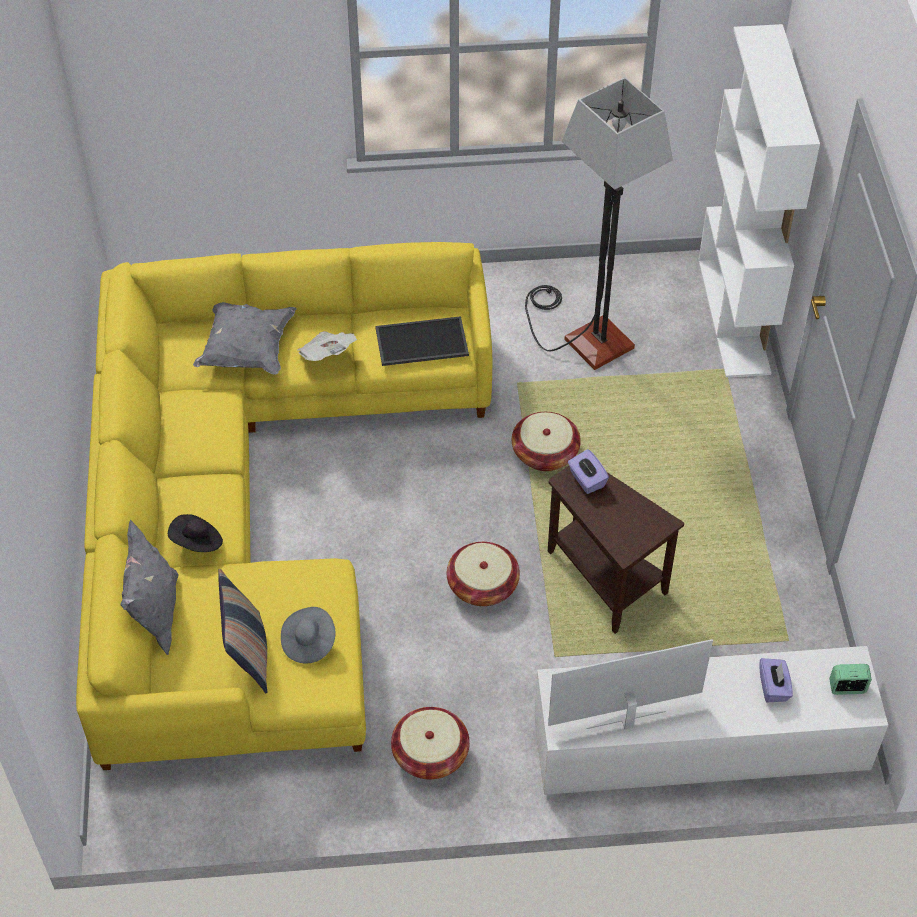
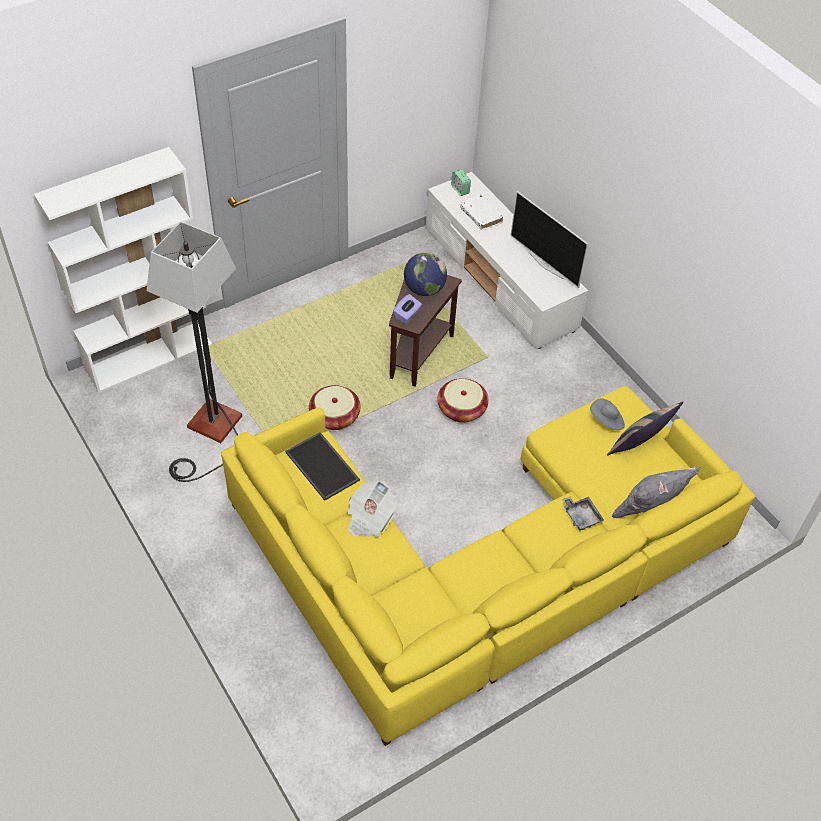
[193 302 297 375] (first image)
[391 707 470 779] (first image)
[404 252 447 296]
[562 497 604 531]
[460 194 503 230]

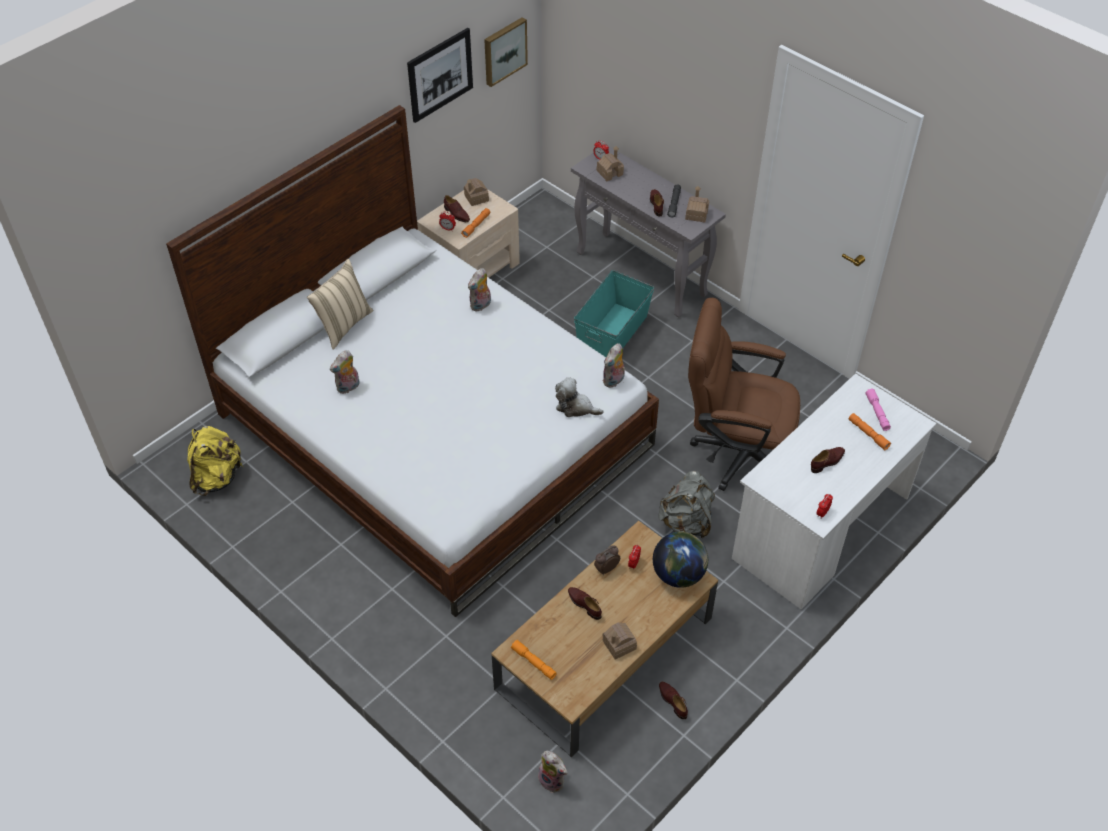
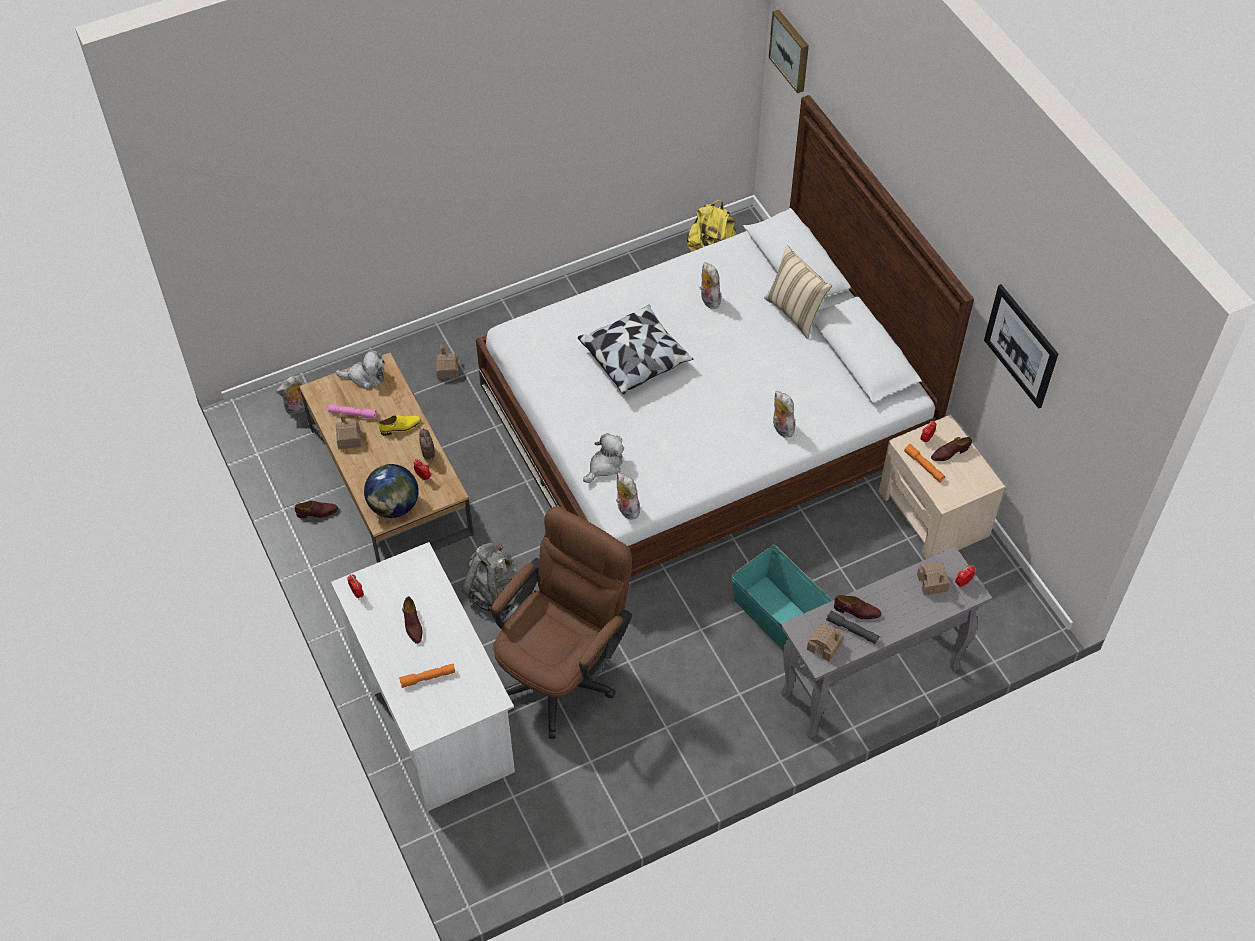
[578 305 694 394]
[436 344 459 379]
[769 10 809 93]
[328 404 377 419]
[336 350 385 389]
[379 415 421 436]

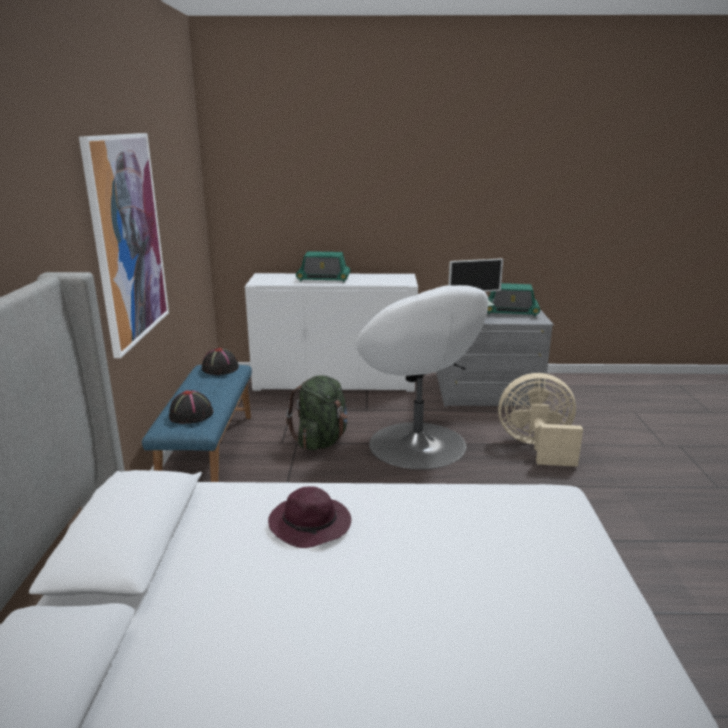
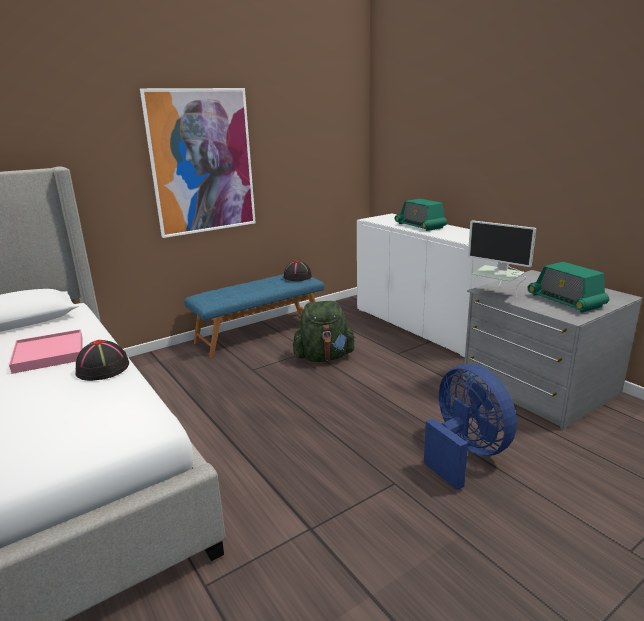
[356 285 488 469] (first image)
[75 340 129 381]
[9 329 82 374]
[424 364 517 490]

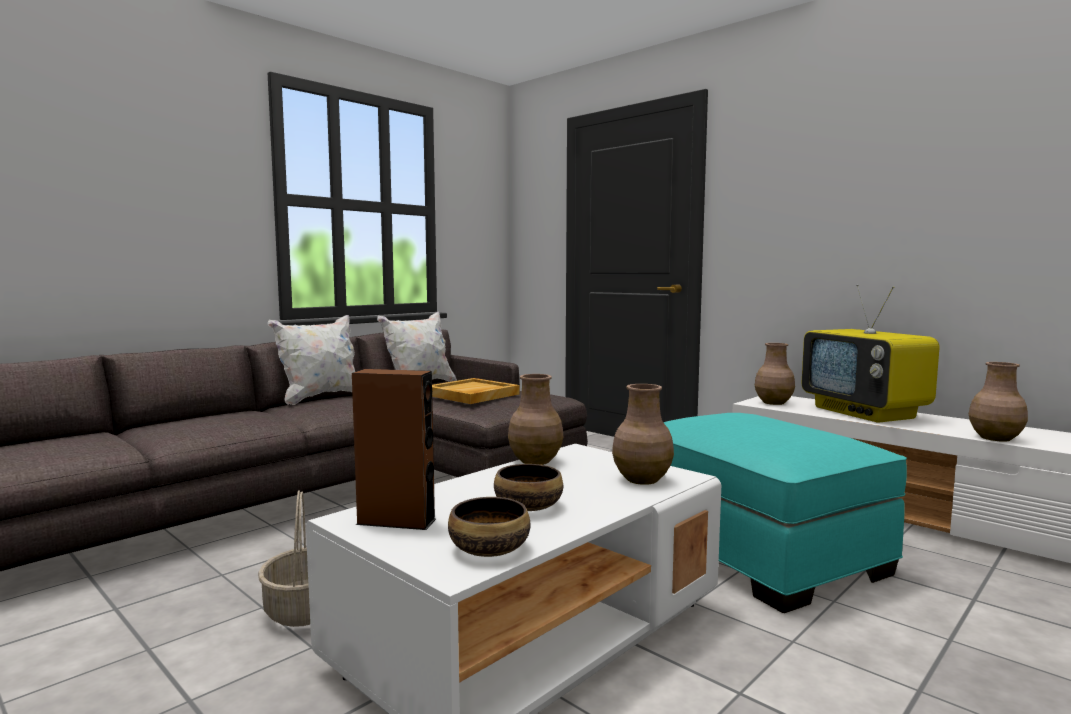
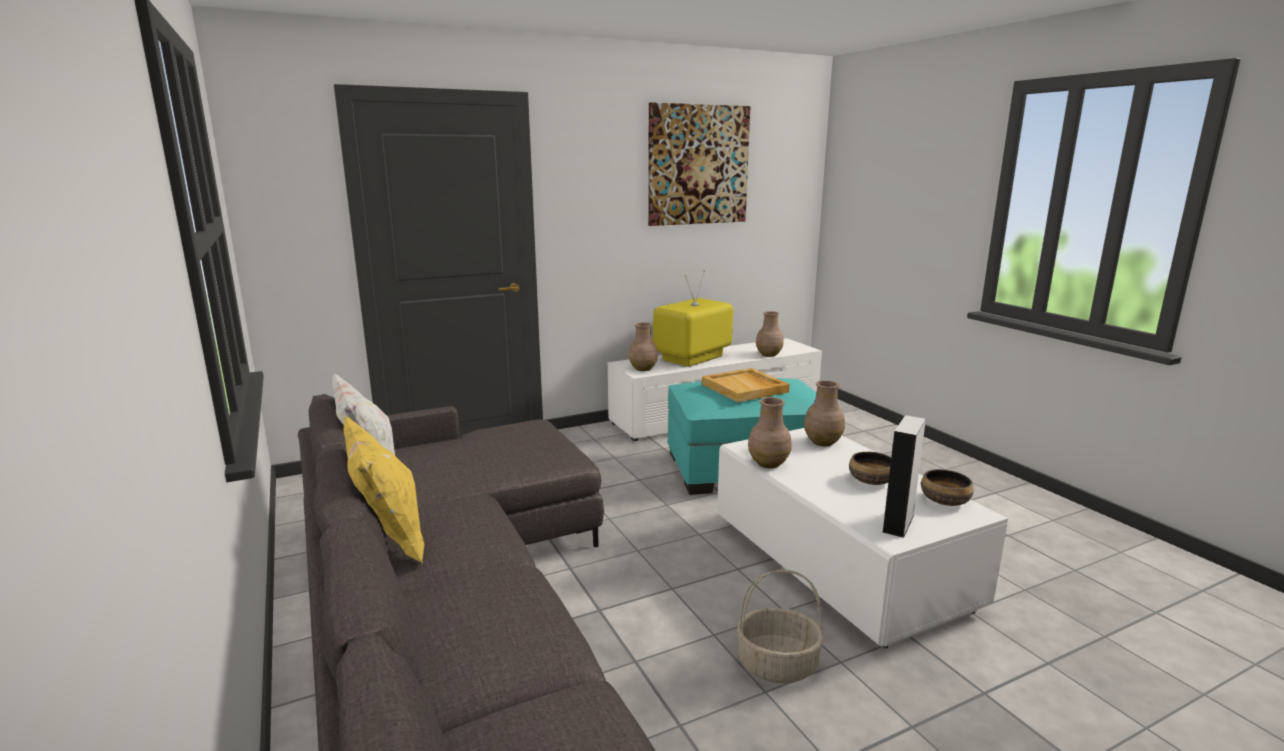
[648 102 750 226]
[702 368 790 402]
[344 416 424 563]
[882 415 926 538]
[653 270 733 367]

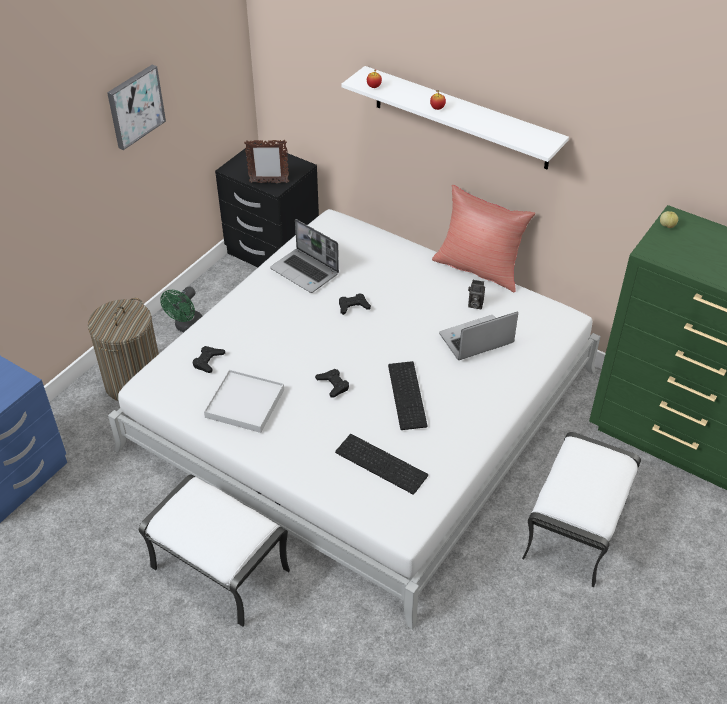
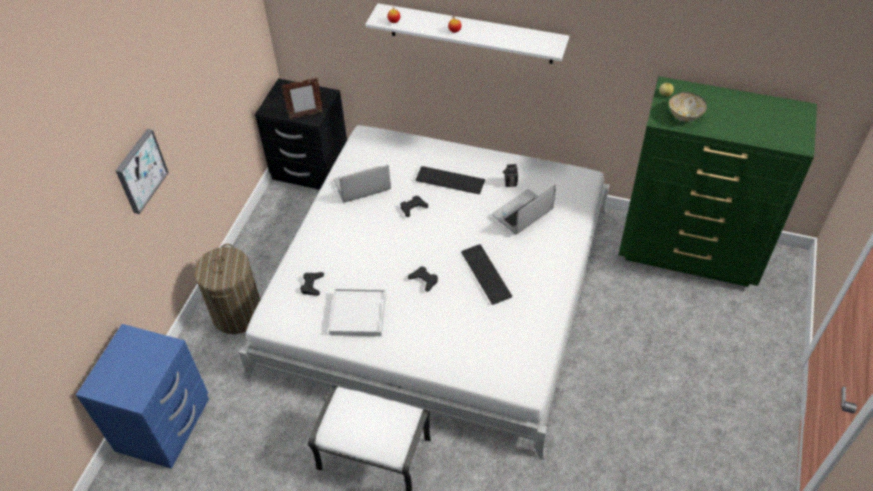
[160 286 202 332] (first image)
[432 185 535 292] (first image)
[522 432 641 587] (first image)
[669 92 707 122]
[116 129 169 214]
[416 166 485 194]
[334 165 391 202]

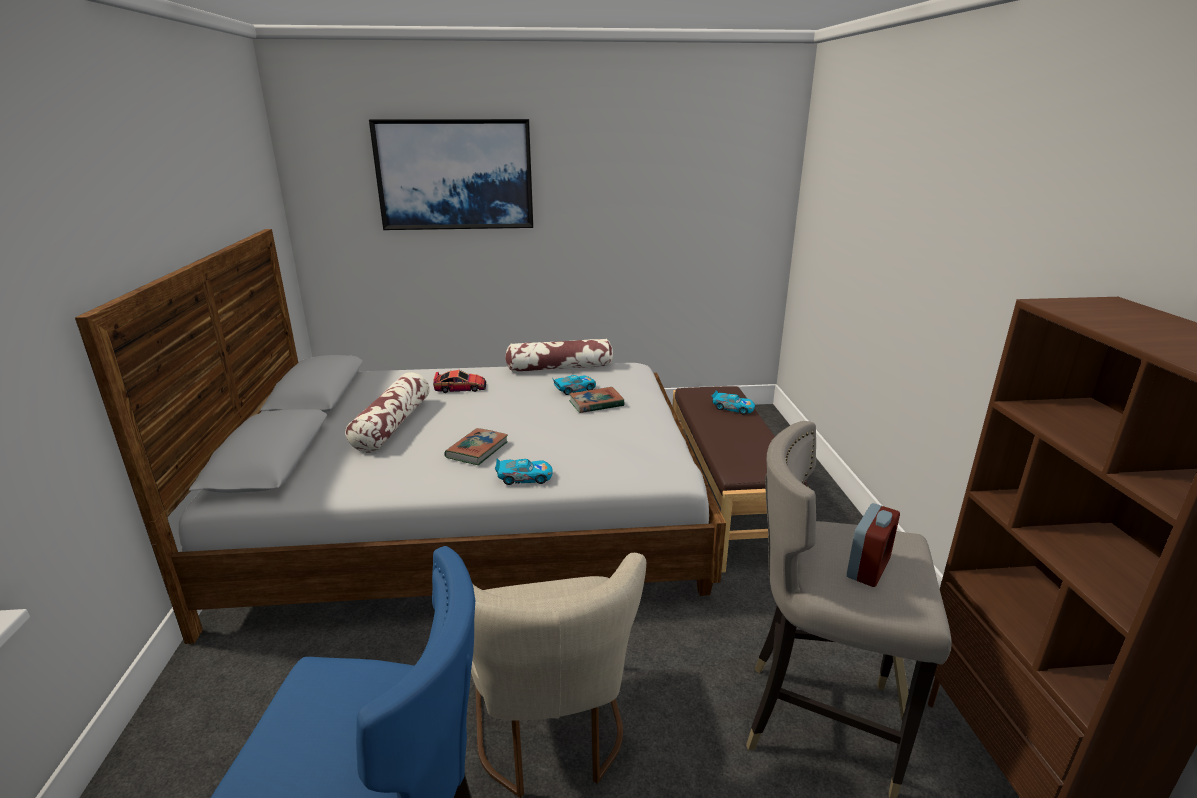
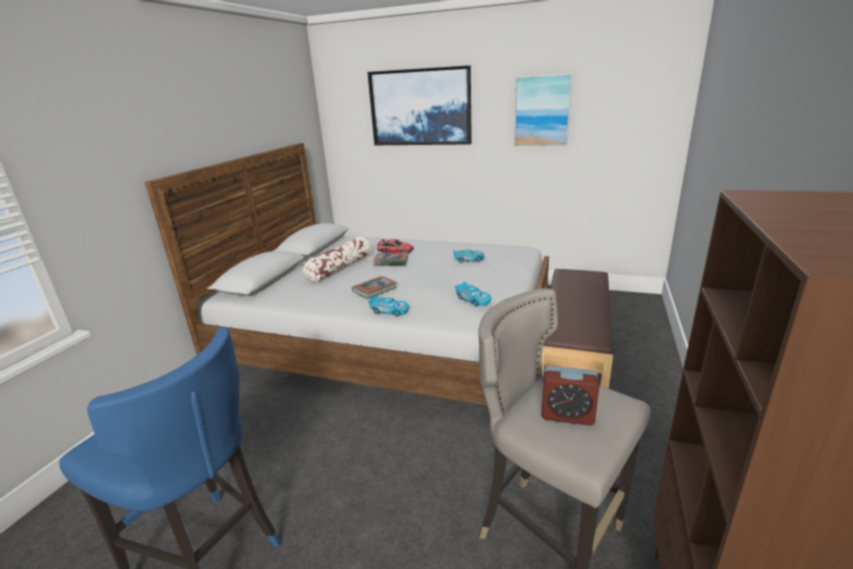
[471 553 646 798] (first image)
[505 339 613 372] (first image)
[514 73 573 146]
[373 252 408 266]
[455 282 491 307]
[542 366 599 426]

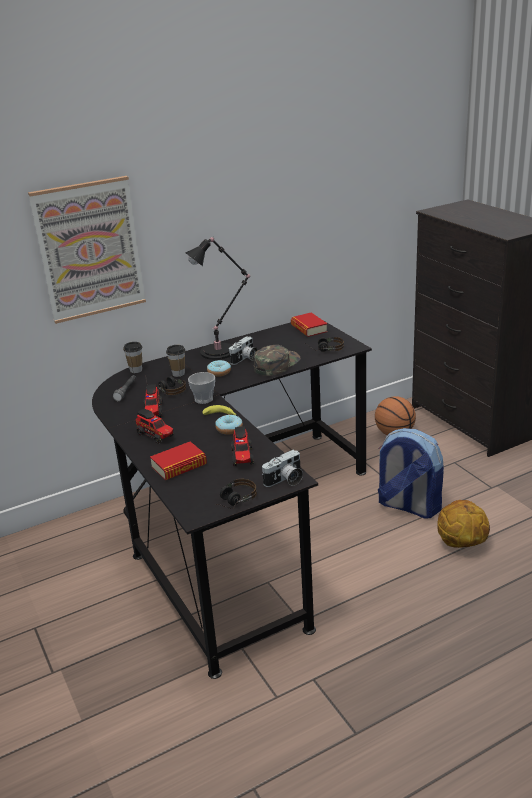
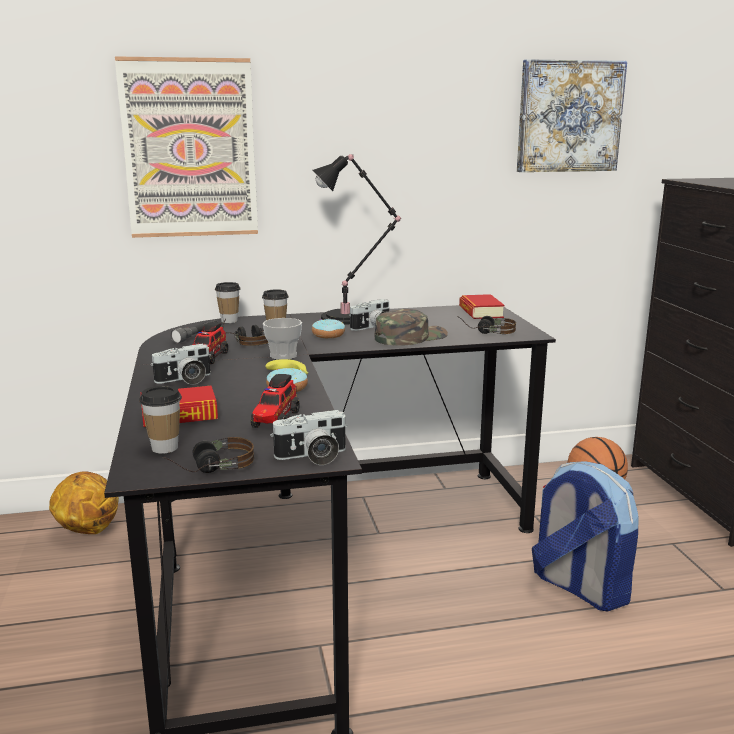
[139 386 182 454]
[517 59 627 172]
[49 471 119 534]
[150 344 211 385]

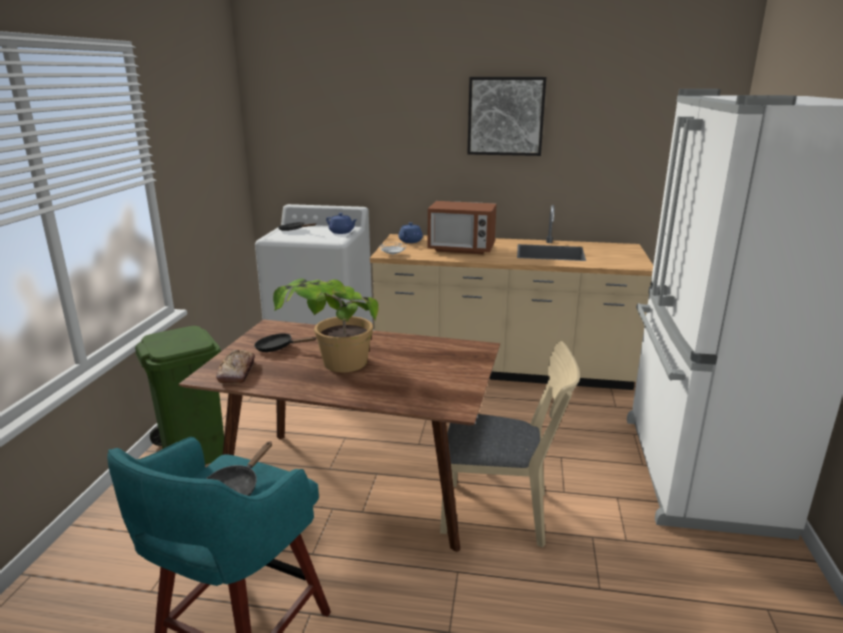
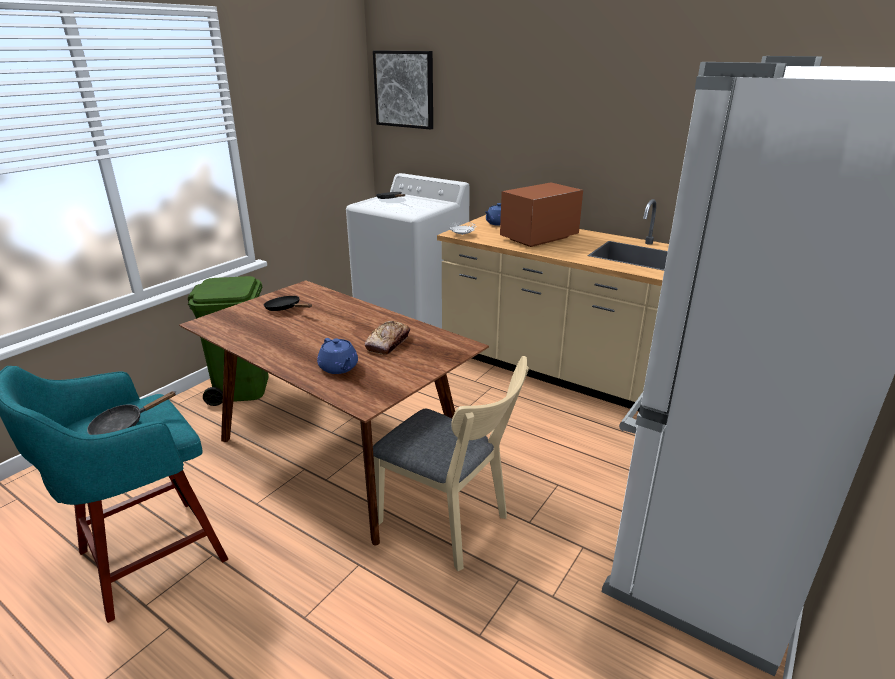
[273 278 379 372] (first image)
[365 321 410 355]
[317 338 358 374]
[373 51 433 129]
[500 183 583 247]

